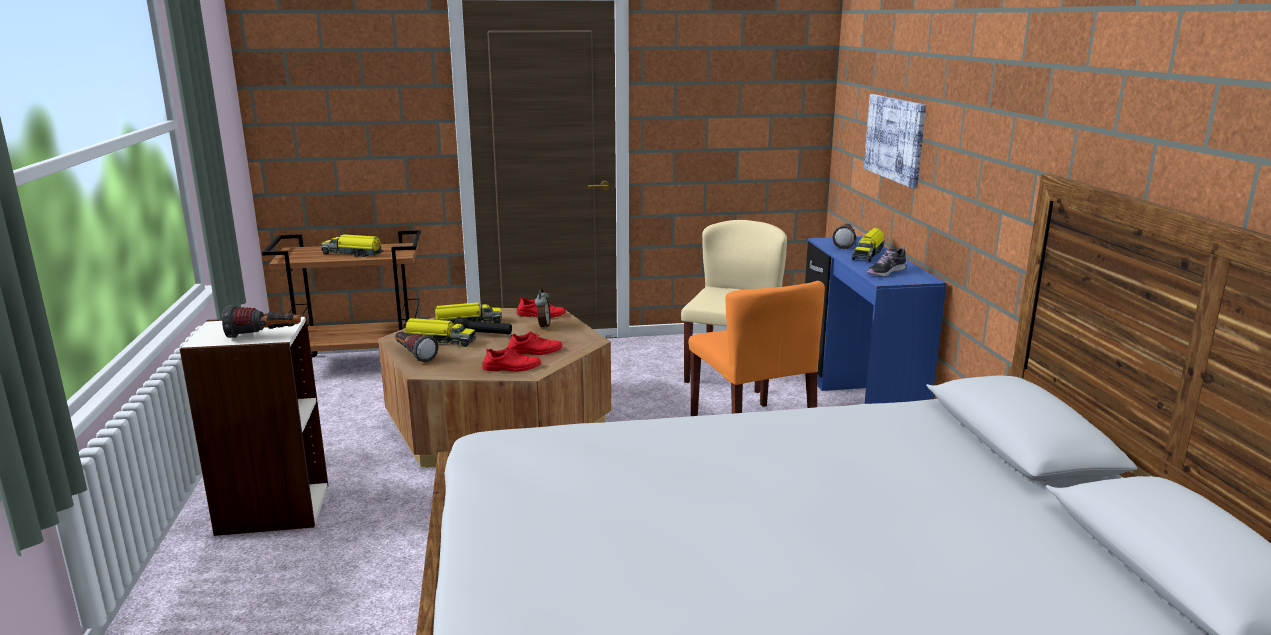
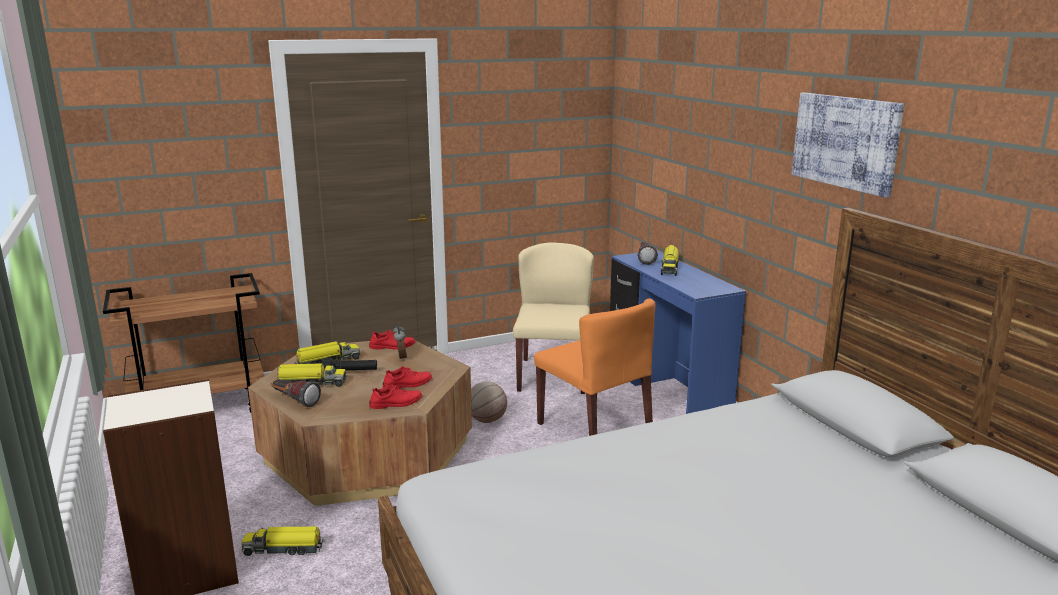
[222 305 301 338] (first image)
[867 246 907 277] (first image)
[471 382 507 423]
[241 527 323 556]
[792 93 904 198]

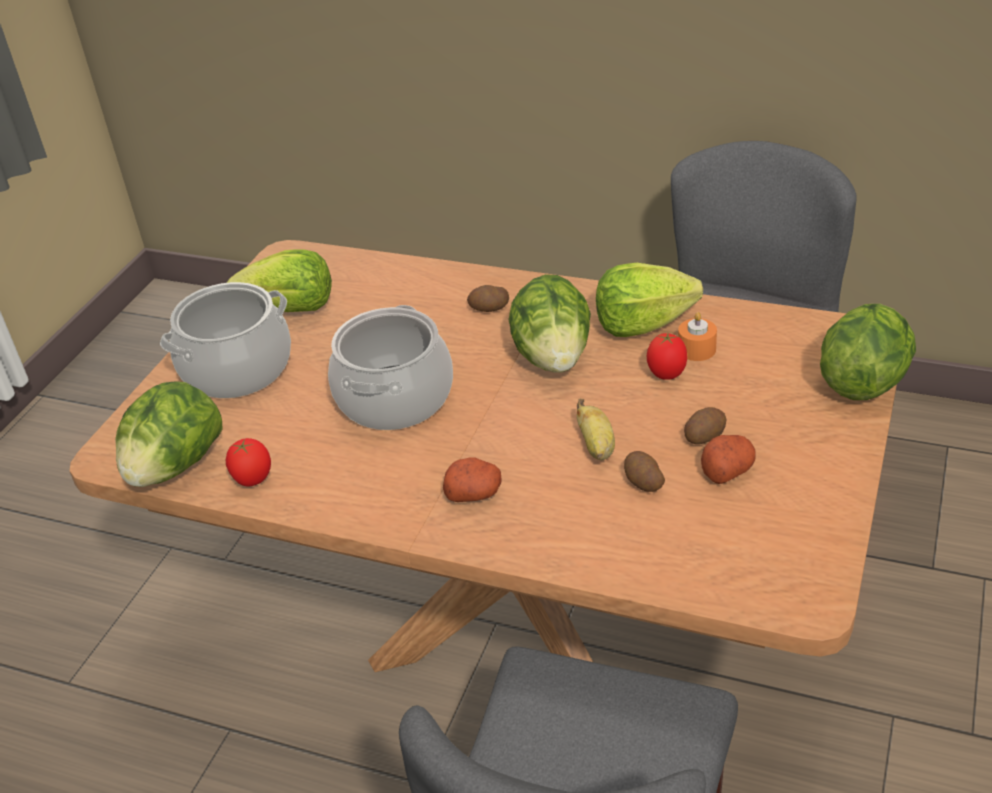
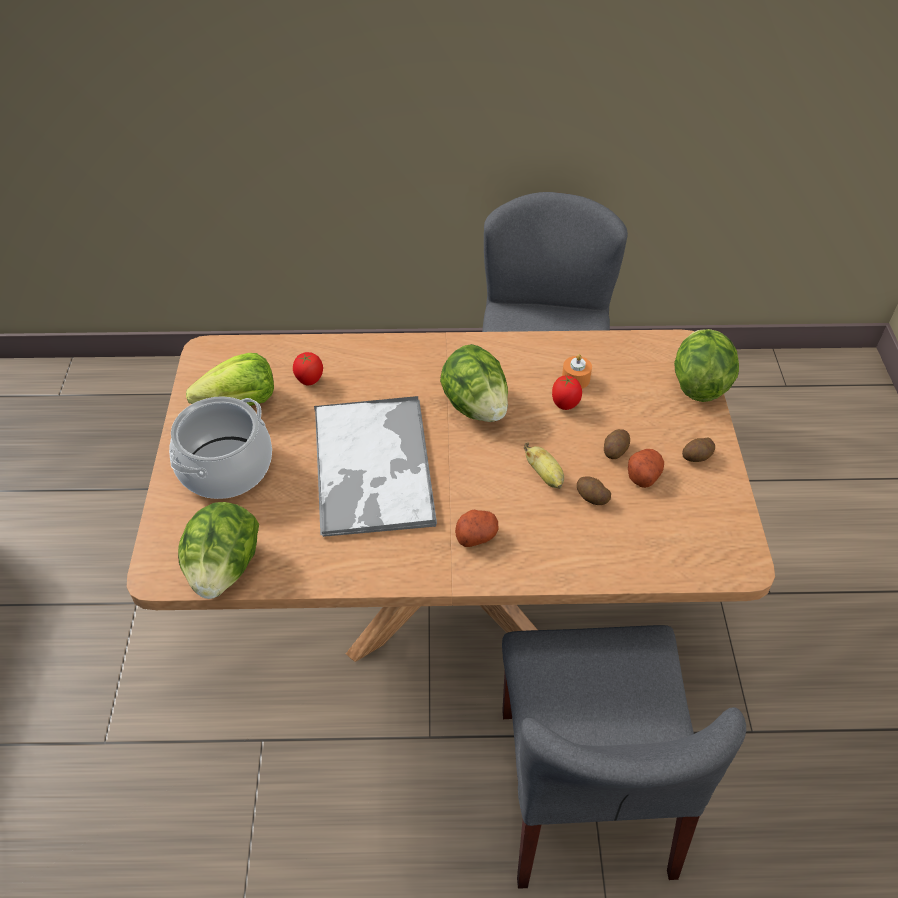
[596 263 703 337] (first image)
[293 352 323 385]
[682 437 715 462]
[314 396 437 537]

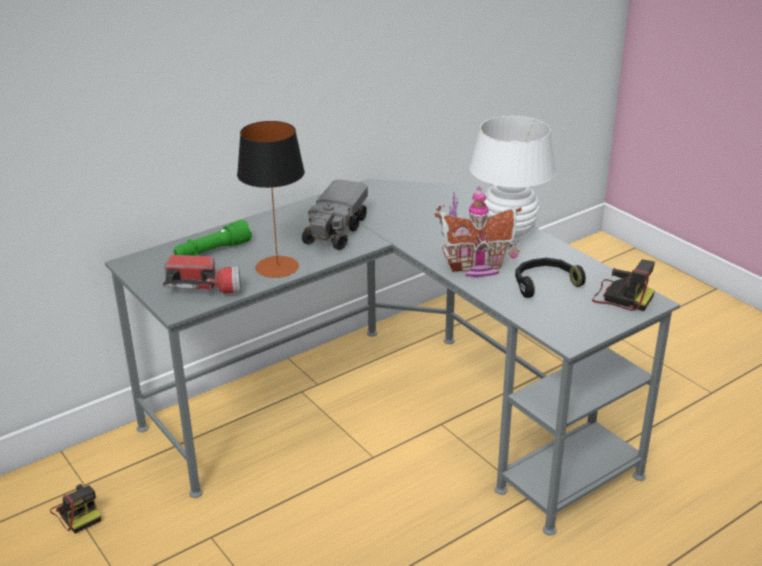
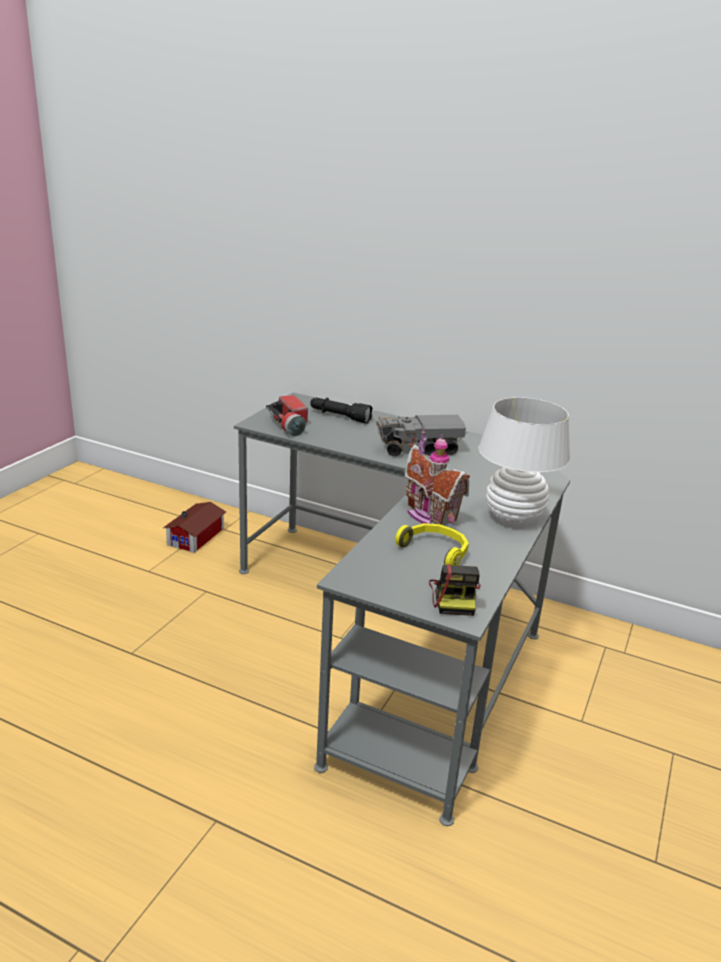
[237 121 305 278] (first image)
[163 502 226 553]
[310 397 373 424]
[395 523 469 565]

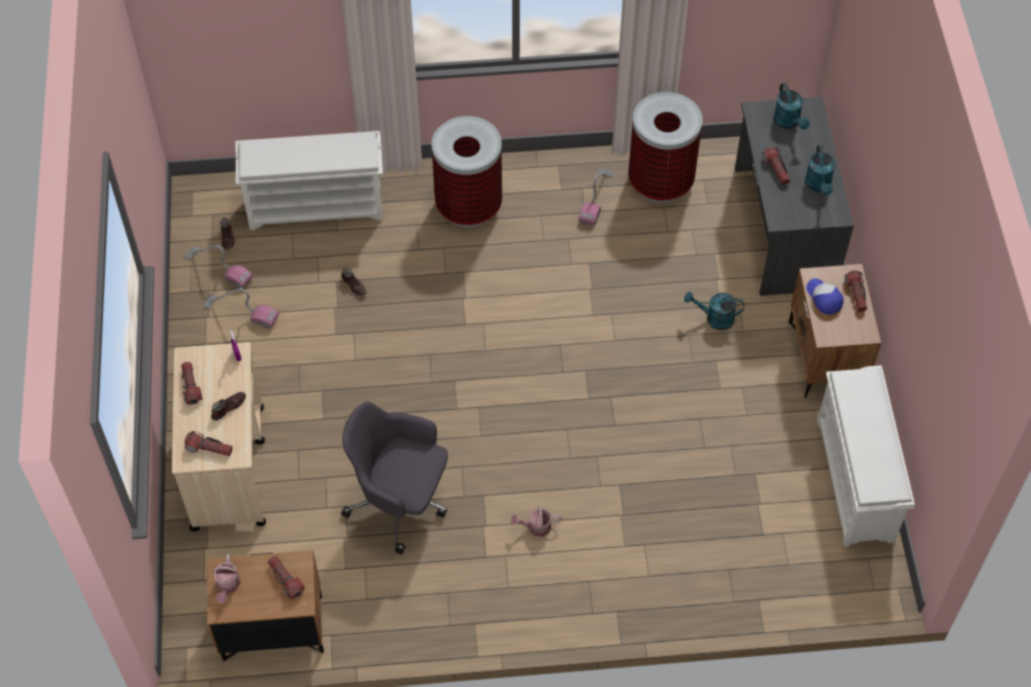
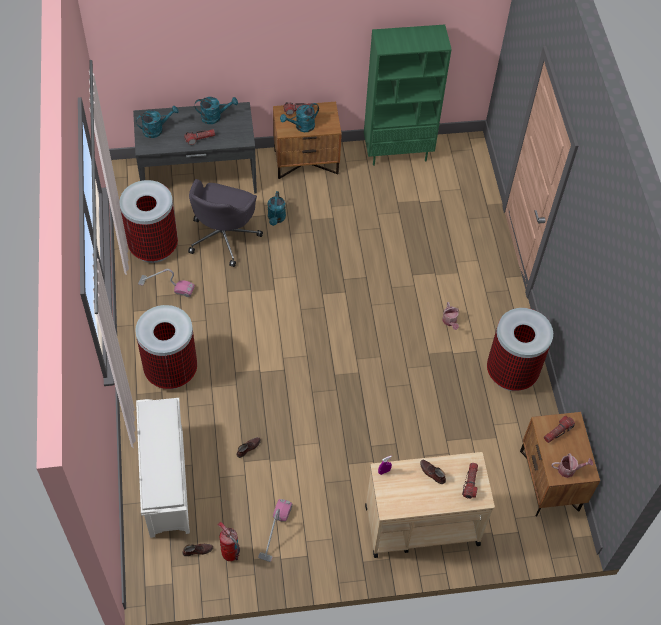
[181 362 203 405] (first image)
[487 308 553 391]
[188 179 263 267]
[217 522 240 561]
[280 103 319 132]
[364 25 452 166]

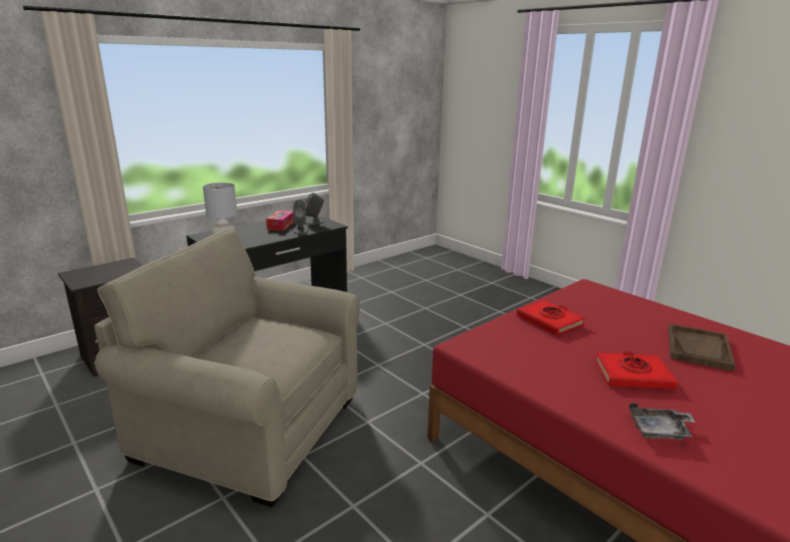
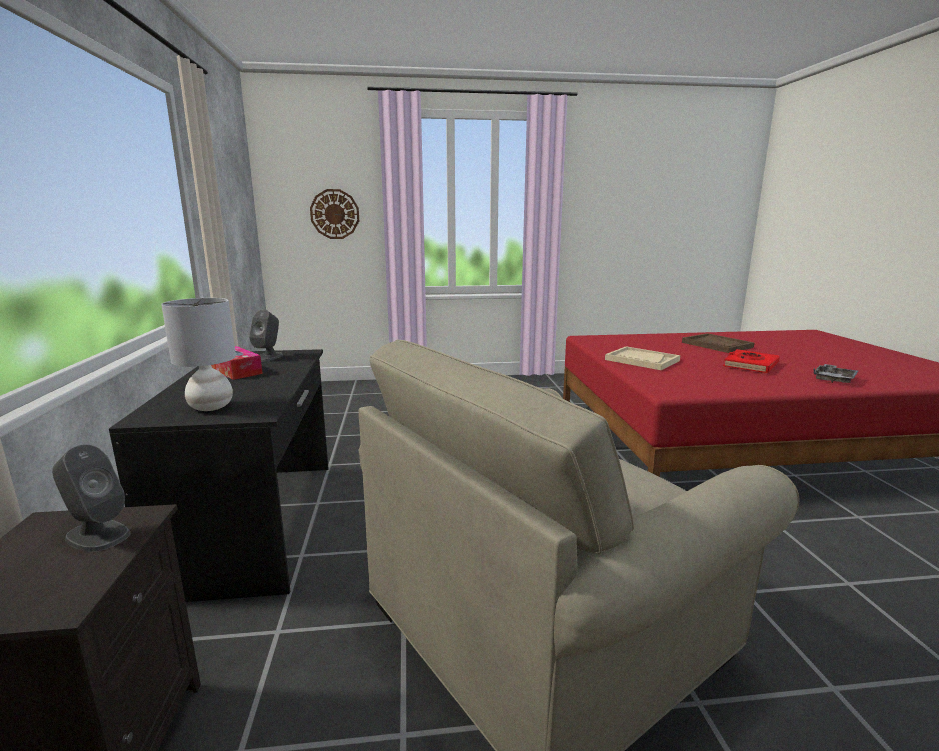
[310 189 359 239]
[52 444 131 552]
[605 346 680 370]

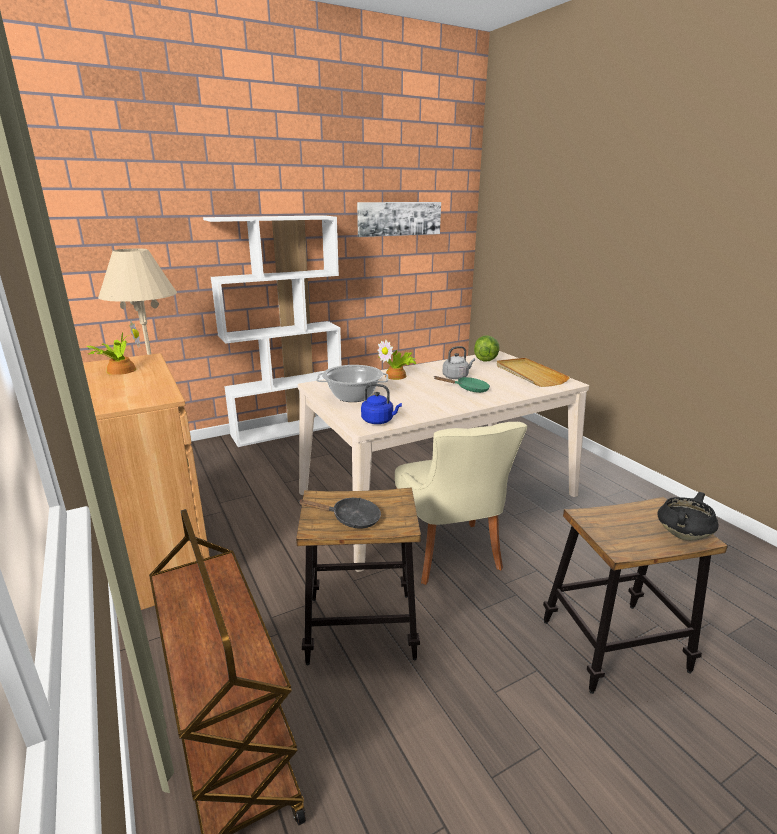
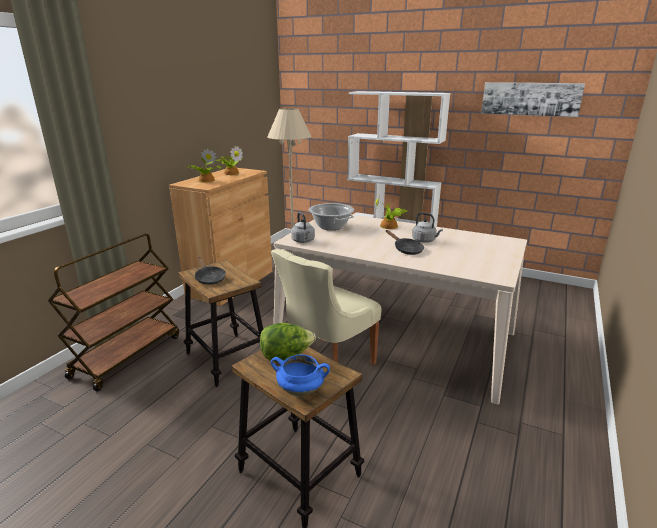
[497 358 570 387] (first image)
[187 148 221 183]
[260 323 316 362]
[291 212 315 243]
[386 230 424 255]
[271 354 330 396]

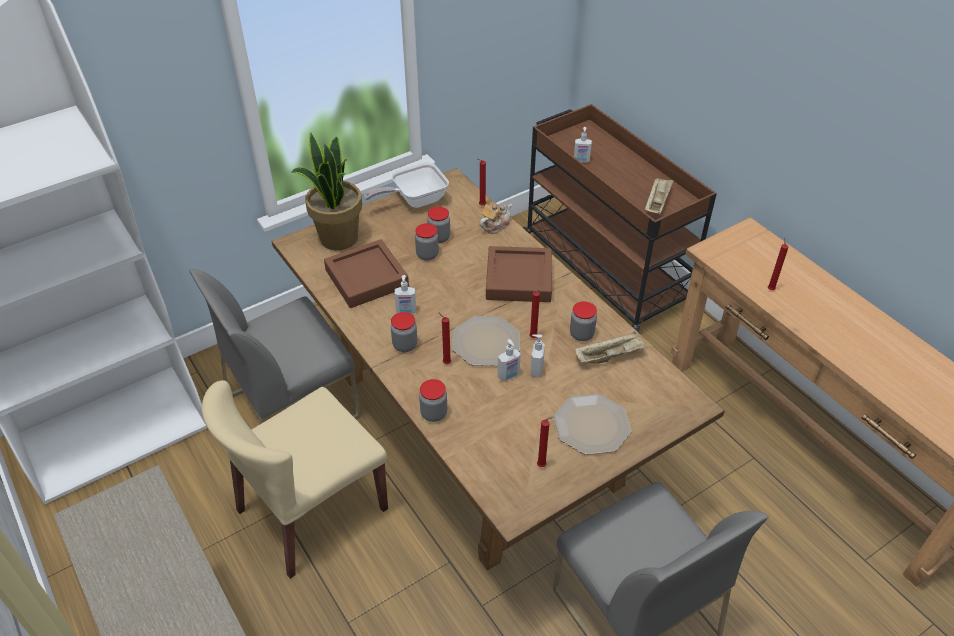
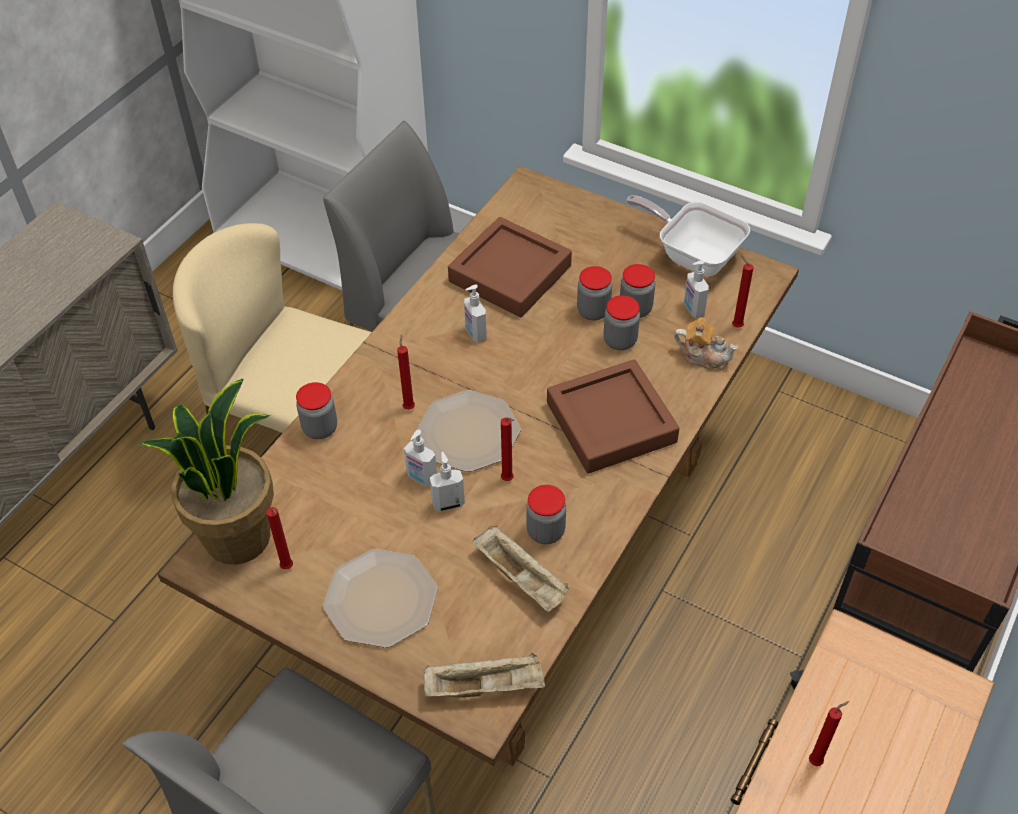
[139 379 274 565]
[603 295 640 350]
[684 260 709 318]
[424 653 545 697]

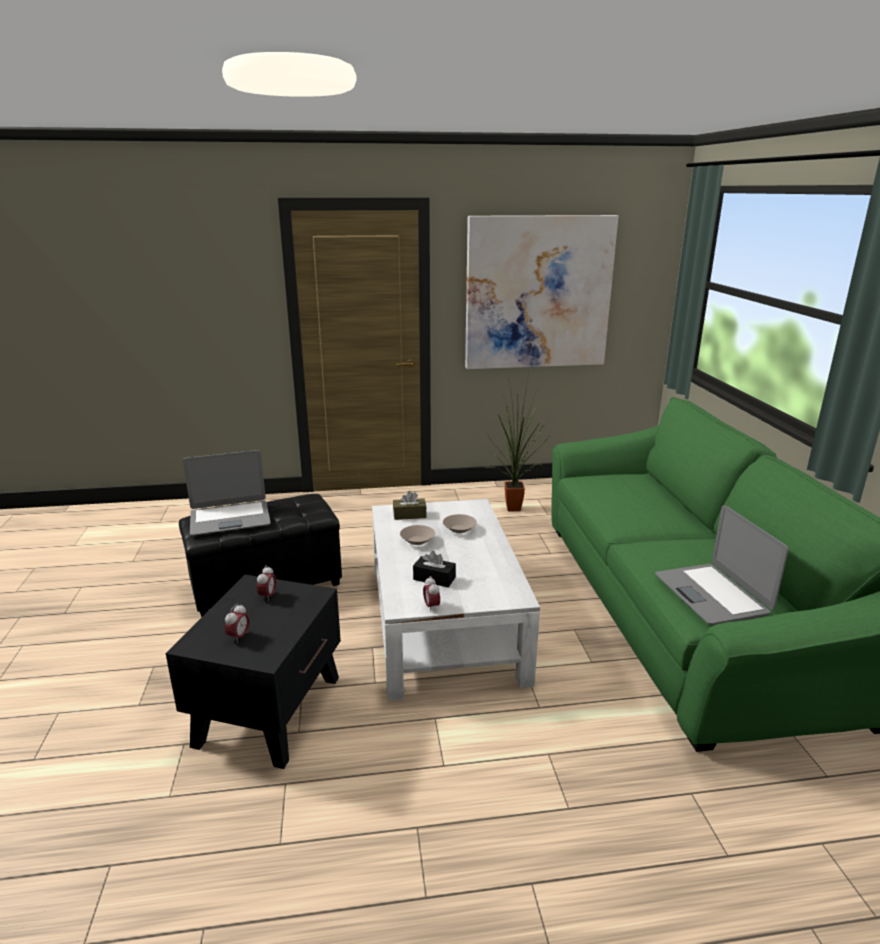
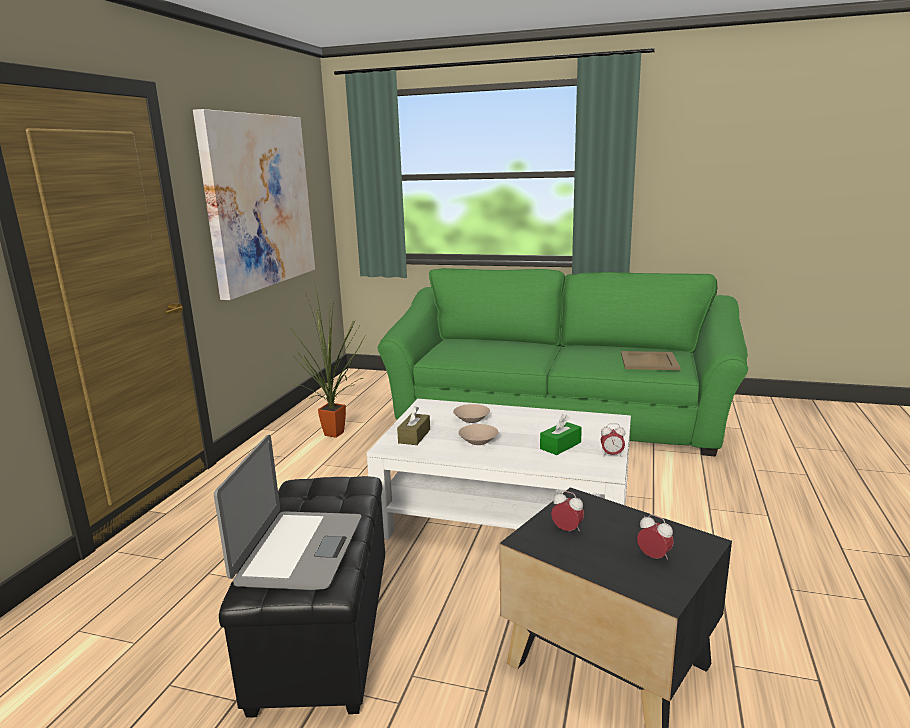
[621 351 681 370]
[540 414 582 455]

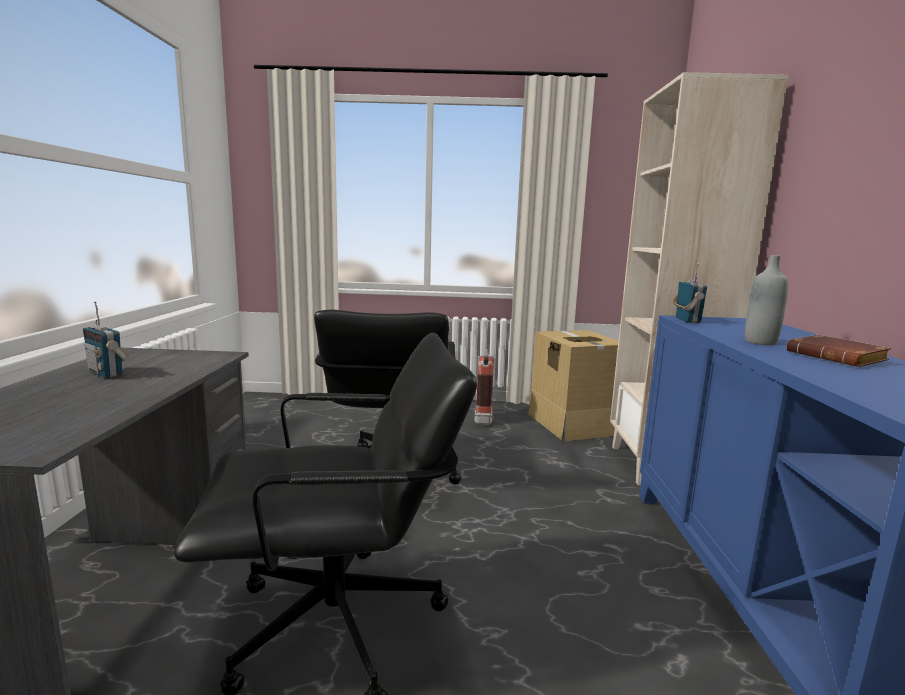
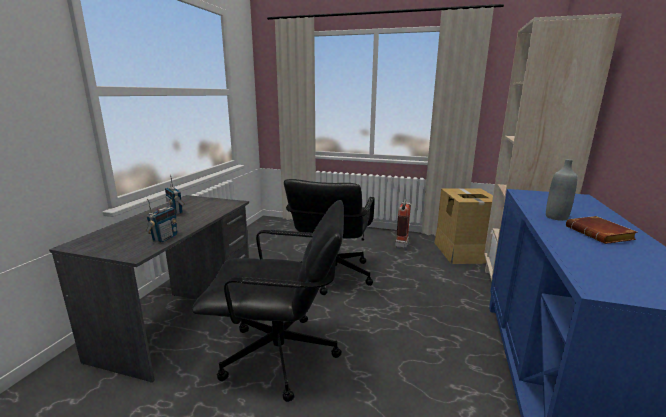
[146 199 177 243]

